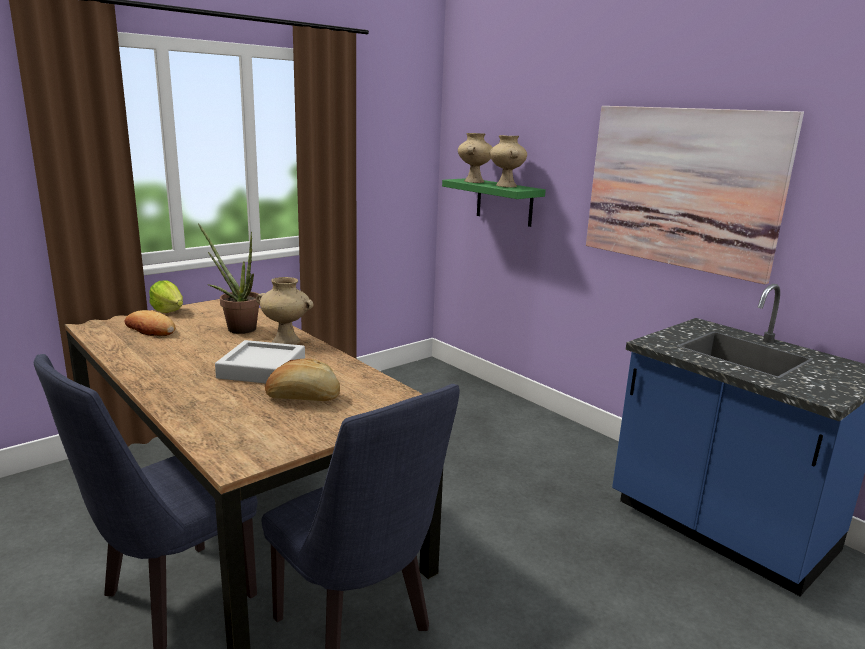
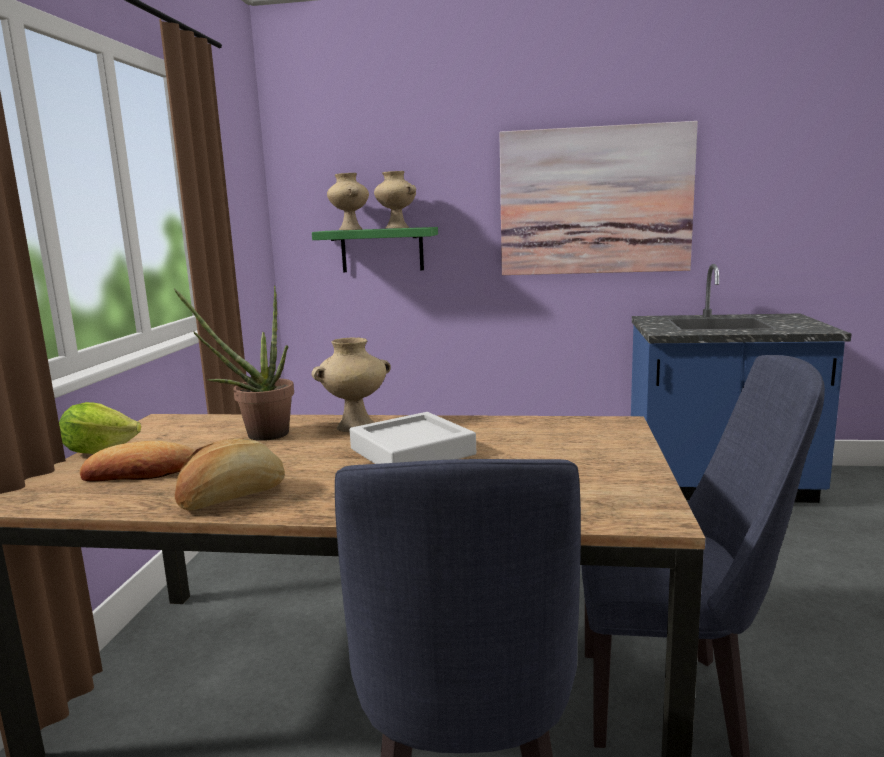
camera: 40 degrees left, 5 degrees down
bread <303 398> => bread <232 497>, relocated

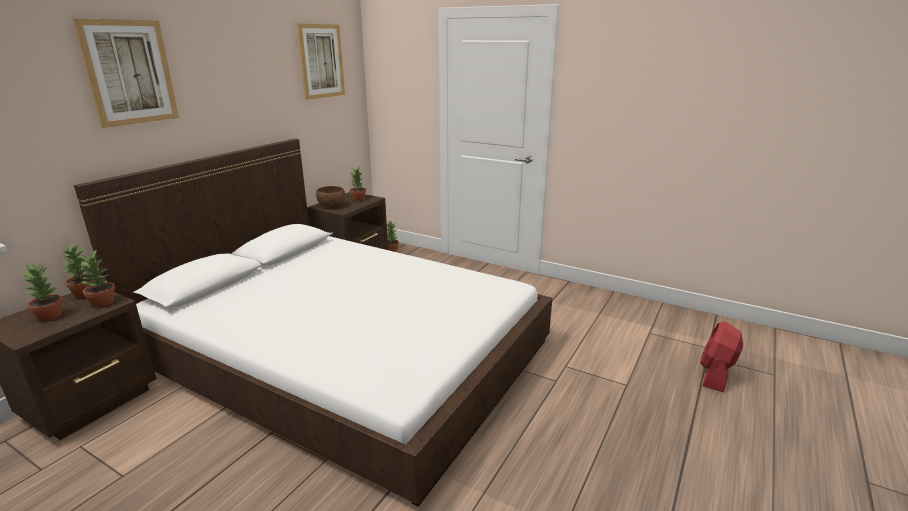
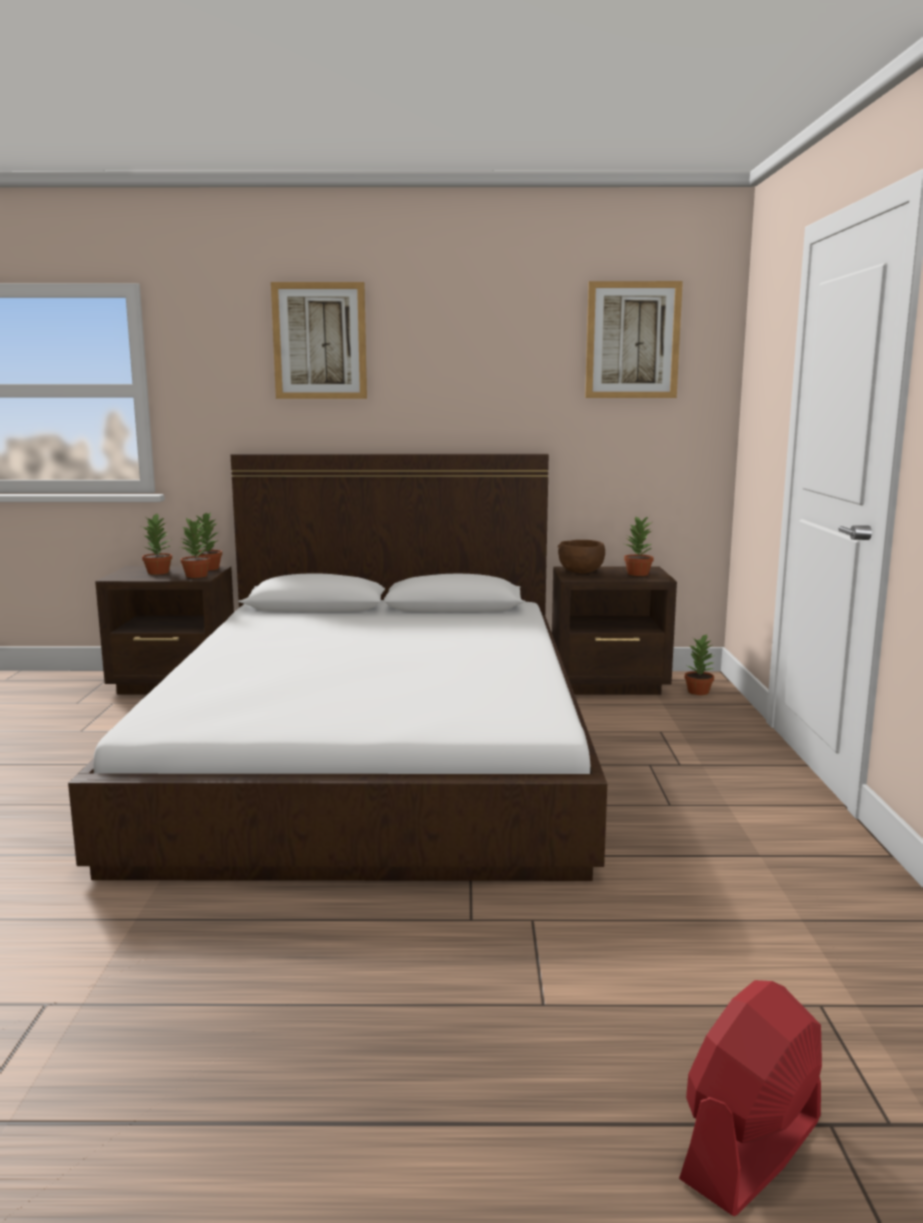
camera: 60 degrees right, 10 degrees down
fan (red) <715 375> => fan (red) <751 1149>, 45 degrees counterclockwise

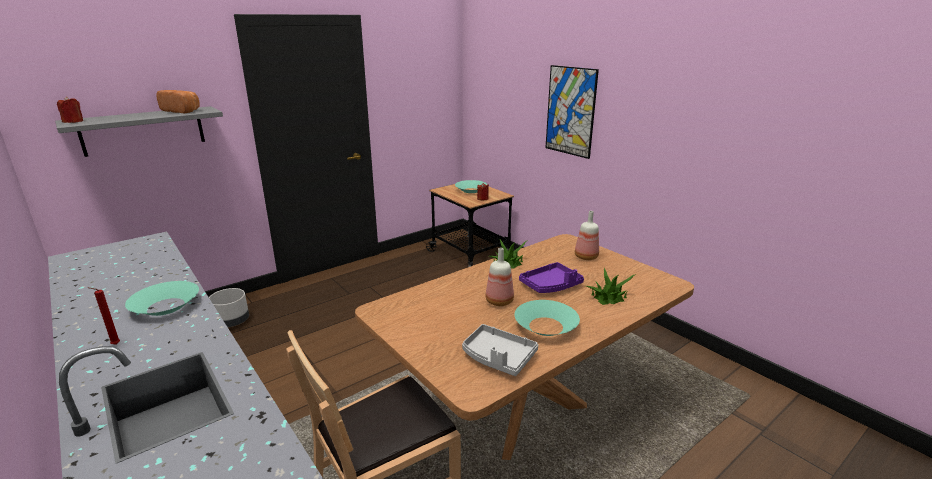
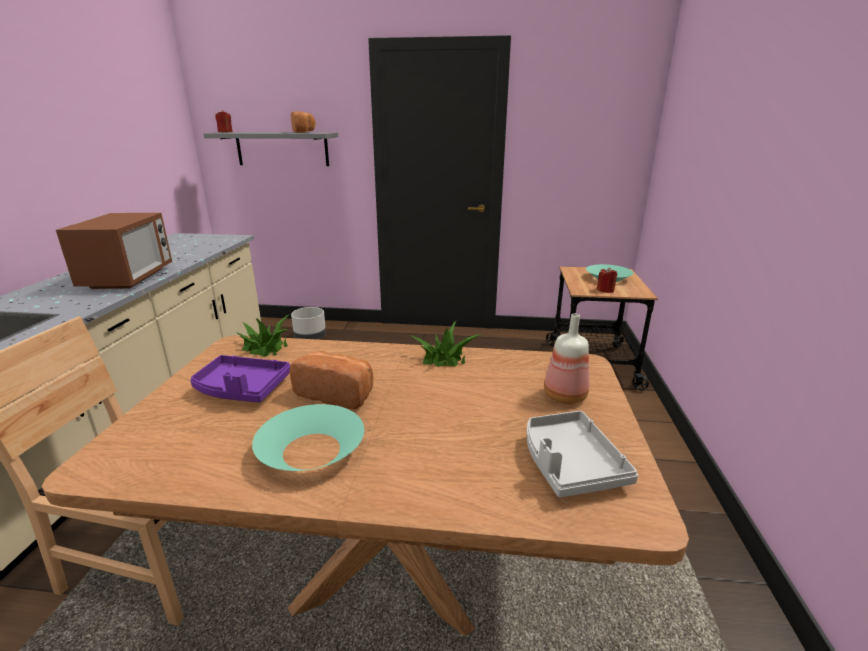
camera: 45 degrees right, 0 degrees up
bowl (turquoise) <165 306> => microwave <129 278>
tray (purple) <551 285> => tray (purple) <242 389>, relocated
potted plant <609 297> => potted plant <265 347>, relocated
bottle <500 301> => bread <337 393>
tray (grey) <498 357> => tray (grey) <569 464>, relocated
candle (red) <114 345> => nothing
picture <570 111> => nothing

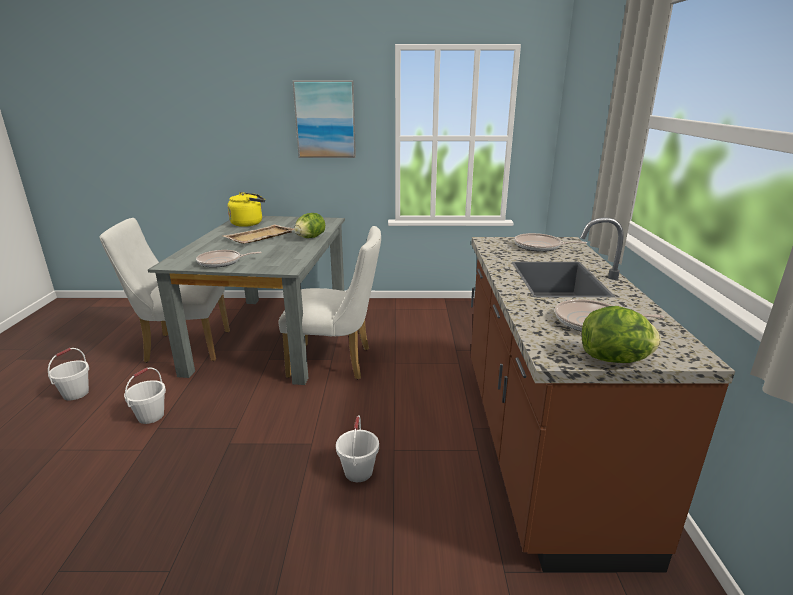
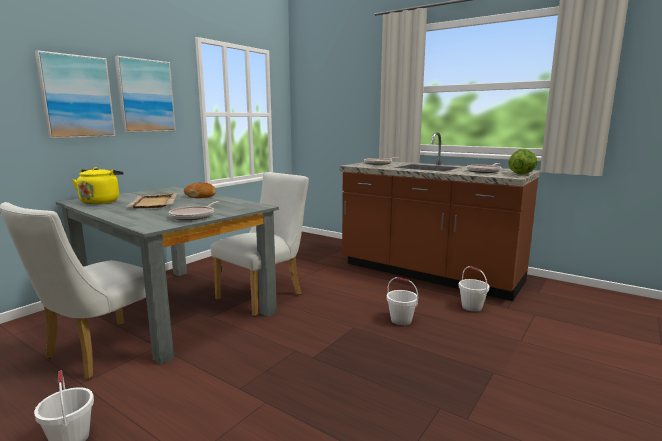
camera: 55 degrees left, 10 degrees down
nothing => picture <77 97>
lettuce <310 237> => bread <200 196>
bucket (white) <151 416> => bucket (white) <471 307>, relocated

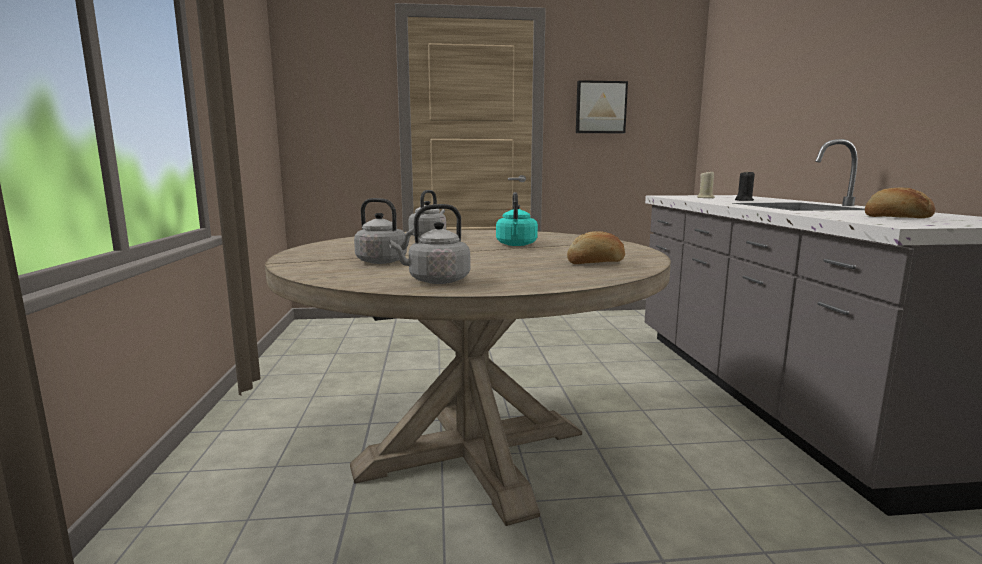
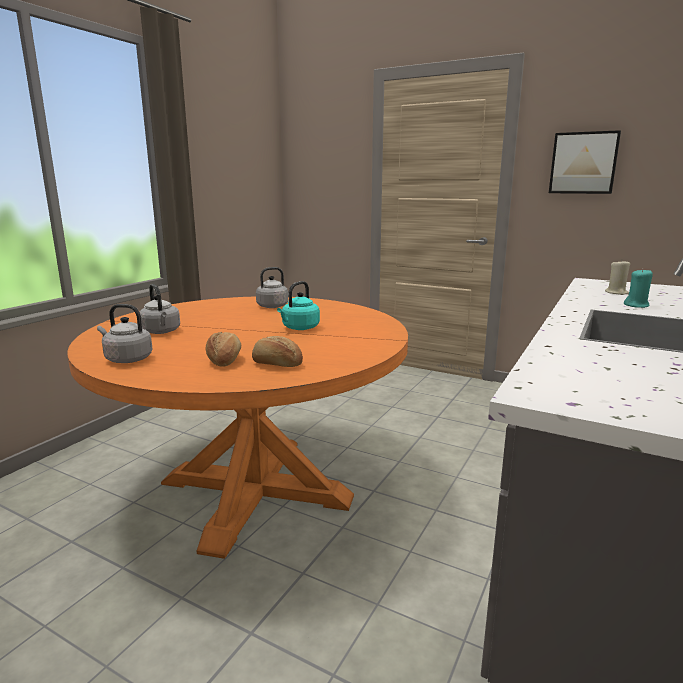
camera: 35 degrees right, 5 degrees up
dining table (beige) <472 449> => dining table (orange) <255 490>
bread <896 218> => bread <224 360>, relocated
candle (black) <744 200> => candle (turquoise) <636 305>

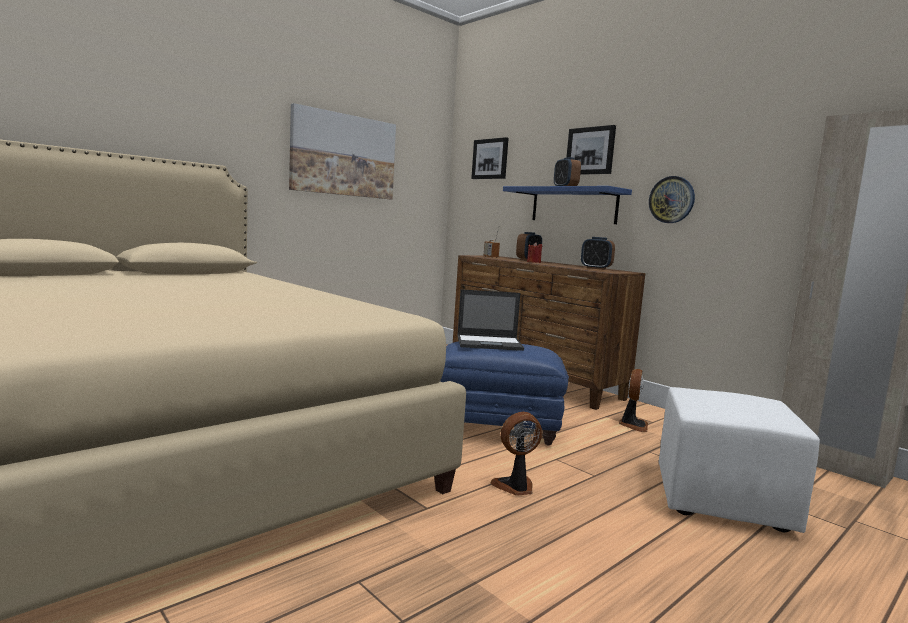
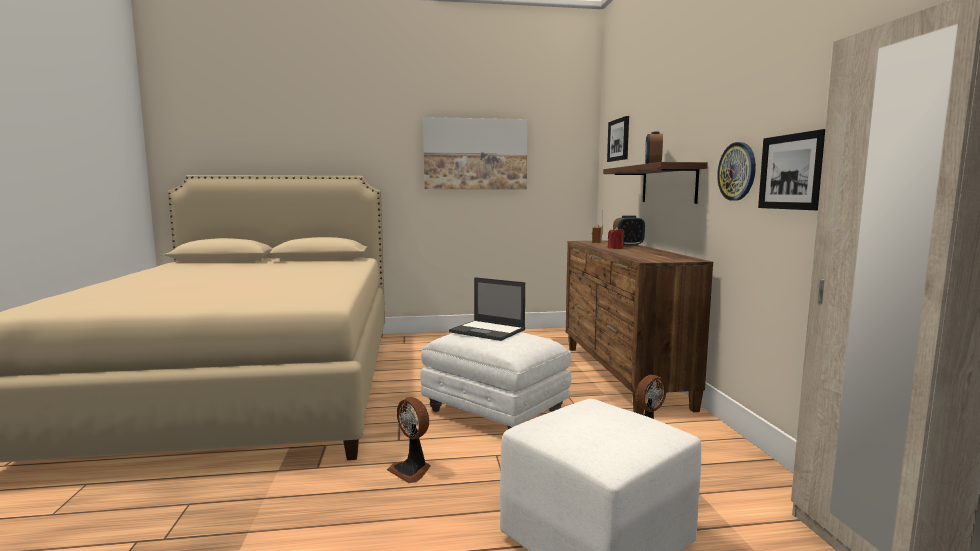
camera: 35 degrees right, 0 degrees up
fan <515 487> => fan <412 470>, 150 degrees counterclockwise
ottoman (blue) <496 427> => ottoman (white) <496 414>
shelf (blue) <573 205> => shelf (brown) <668 184>
picture <590 151> => picture <793 172>, relocated
alarm clock <596 268> => nothing

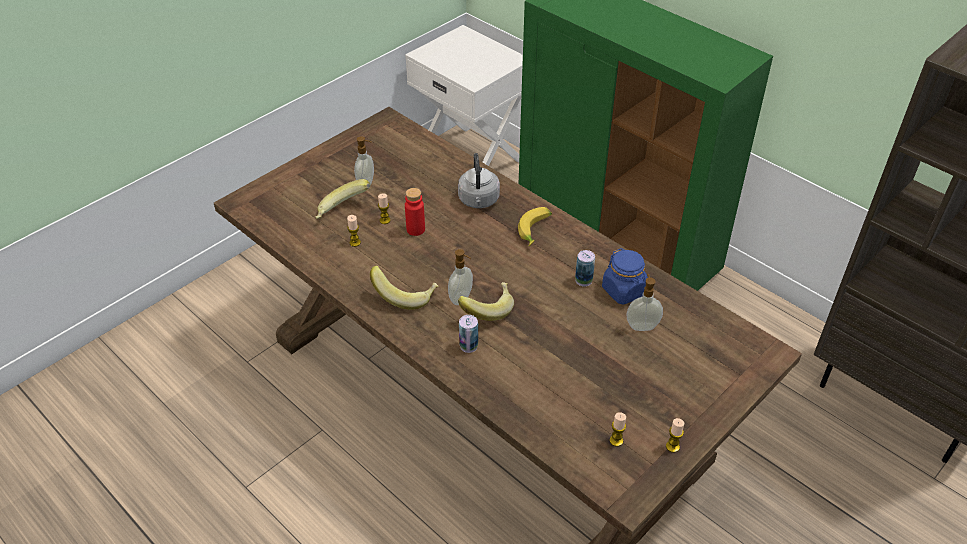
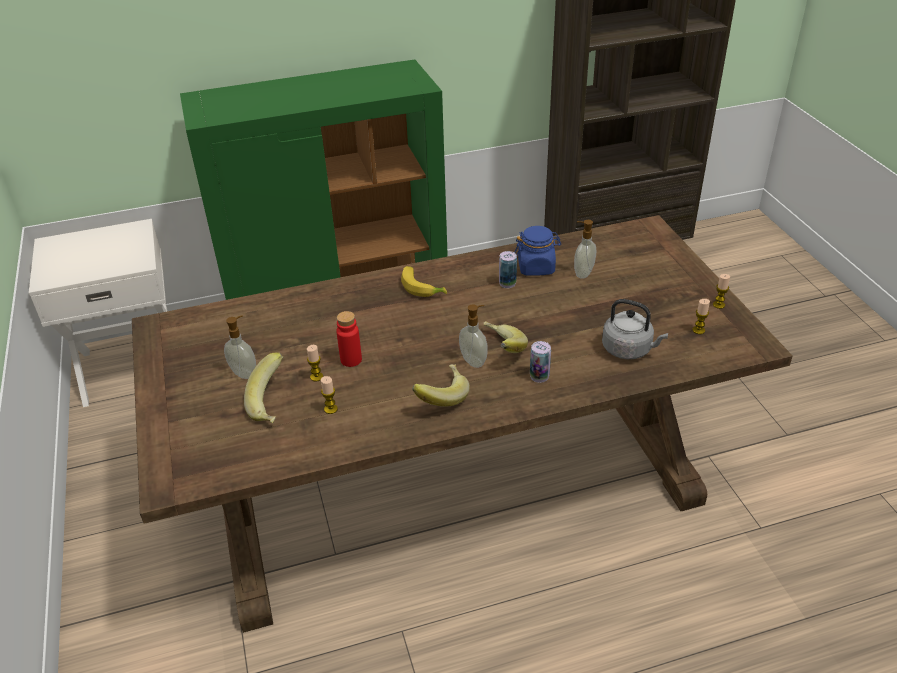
camera: 60 degrees left, 5 degrees down
kettle (grey) <479 201> => kettle (grey) <629 349>, relocated

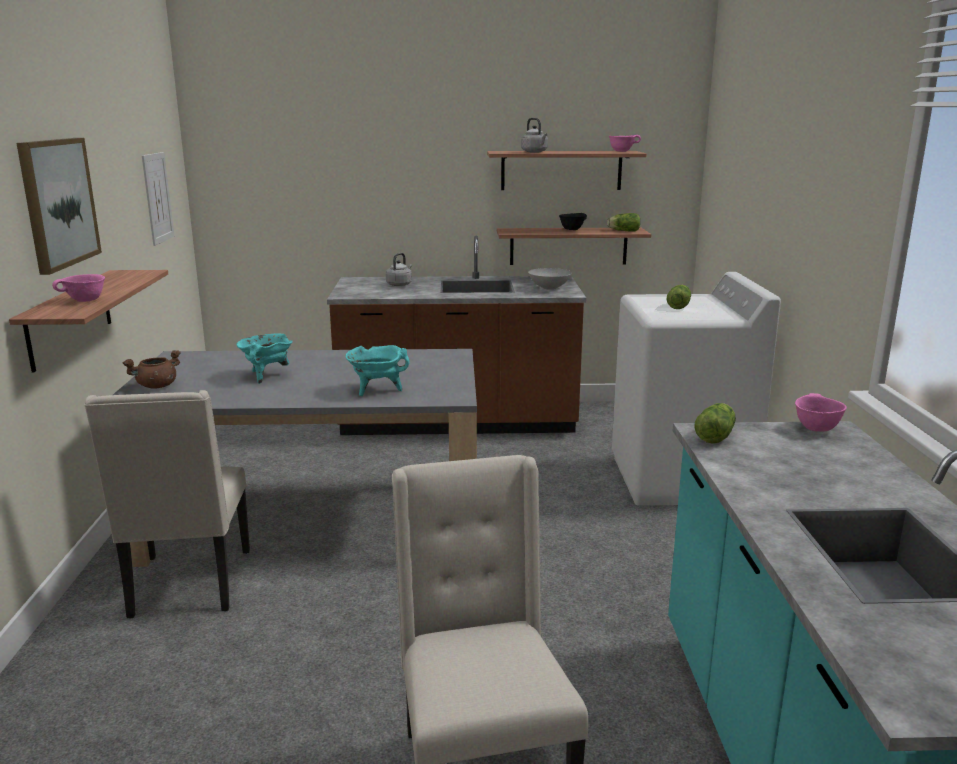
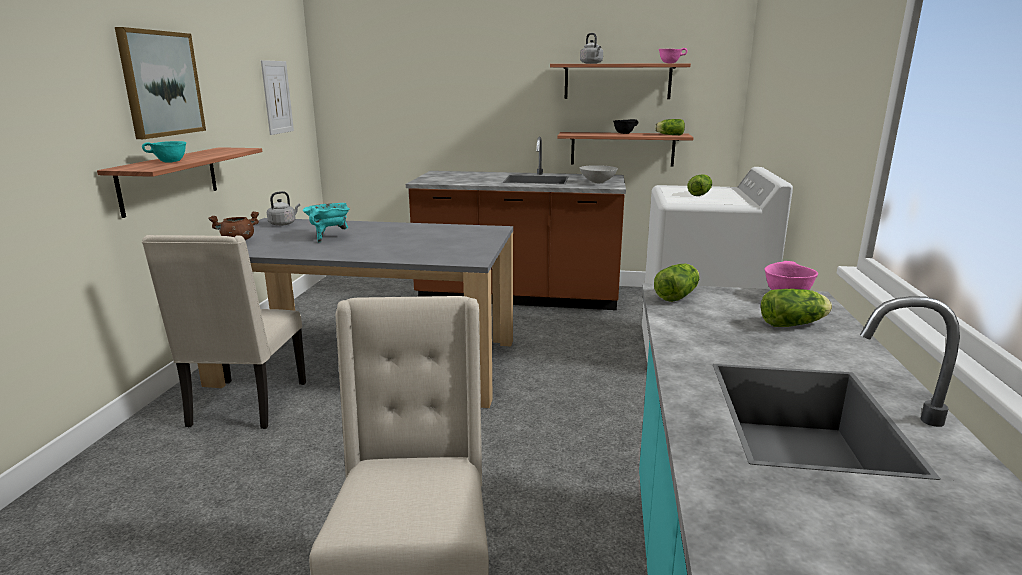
camera: 10 degrees right, 0 degrees up
bowl (pink) <85 301> => bowl (turquoise) <169 162>
kettle (grey) <400 284> => kettle (grey) <283 224>, relocated
nothing => lettuce <795 324>
cooking pot (turquoise) <377 390> => nothing

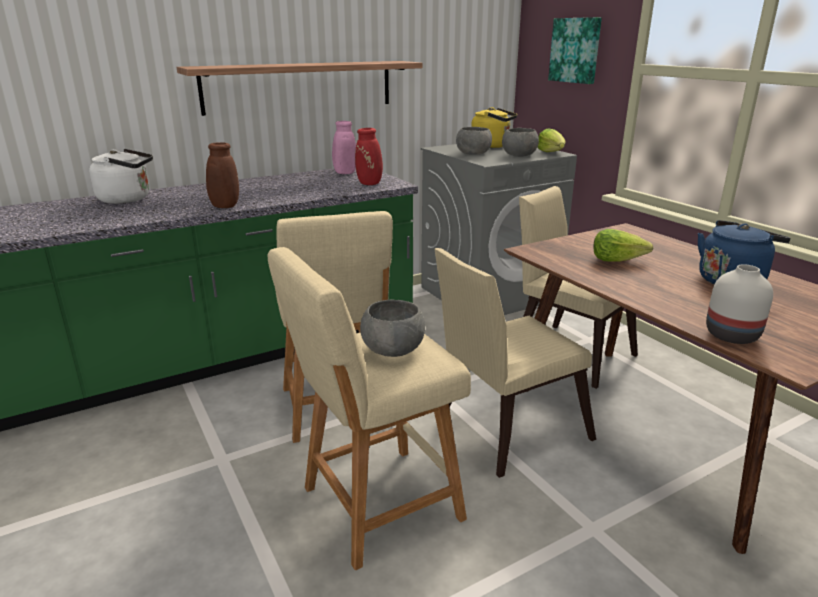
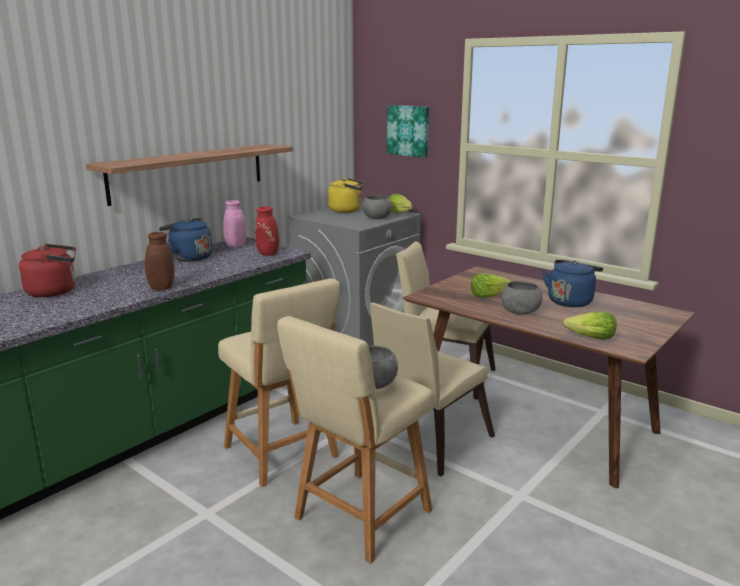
camera: 20 degrees left, 5 degrees down
kettle (white) <128 199> => kettle (red) <55 291>
nothing => kettle (blue) <189 258>
bowl (grey) <473 154> => bowl (grey) <520 312>, relocated
vase (white) <732 336> => lettuce <590 338>

